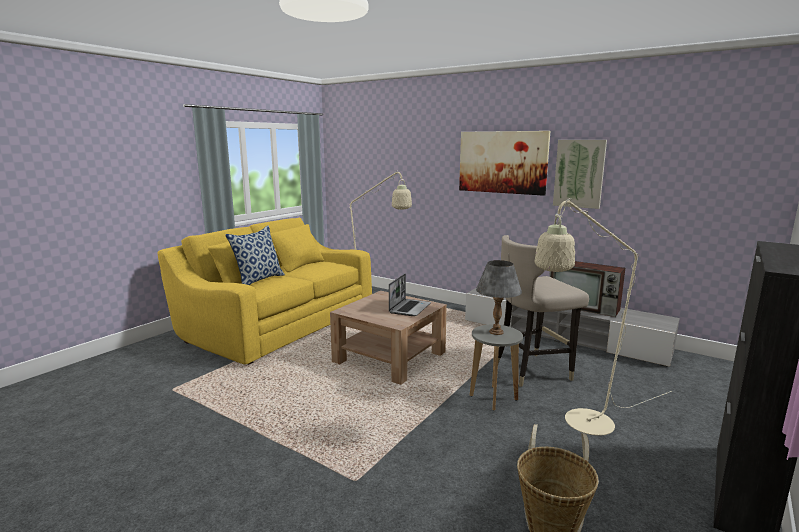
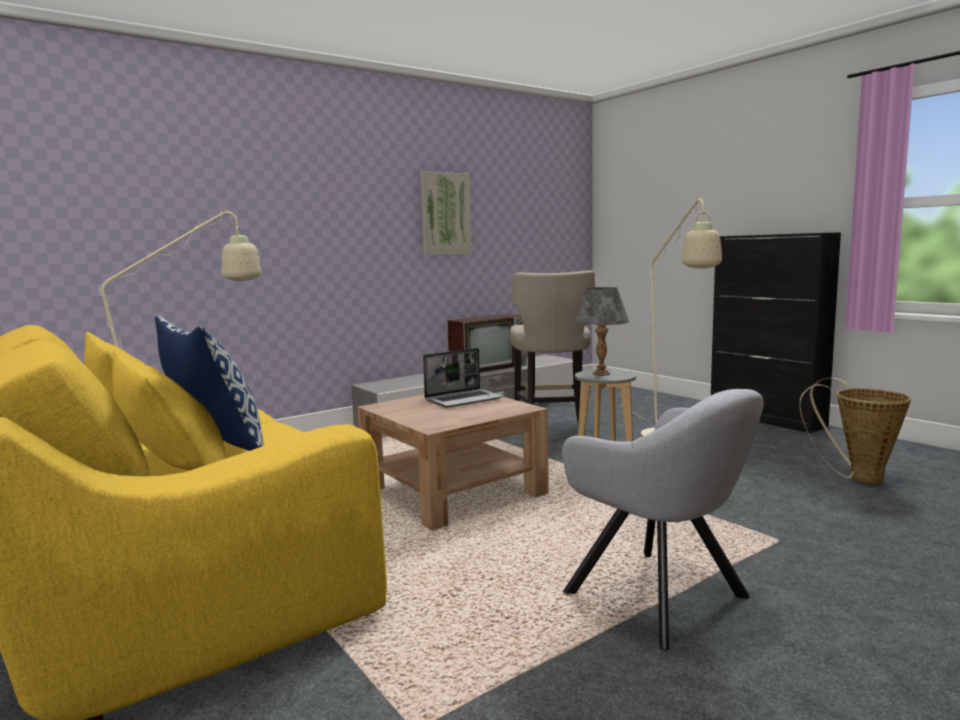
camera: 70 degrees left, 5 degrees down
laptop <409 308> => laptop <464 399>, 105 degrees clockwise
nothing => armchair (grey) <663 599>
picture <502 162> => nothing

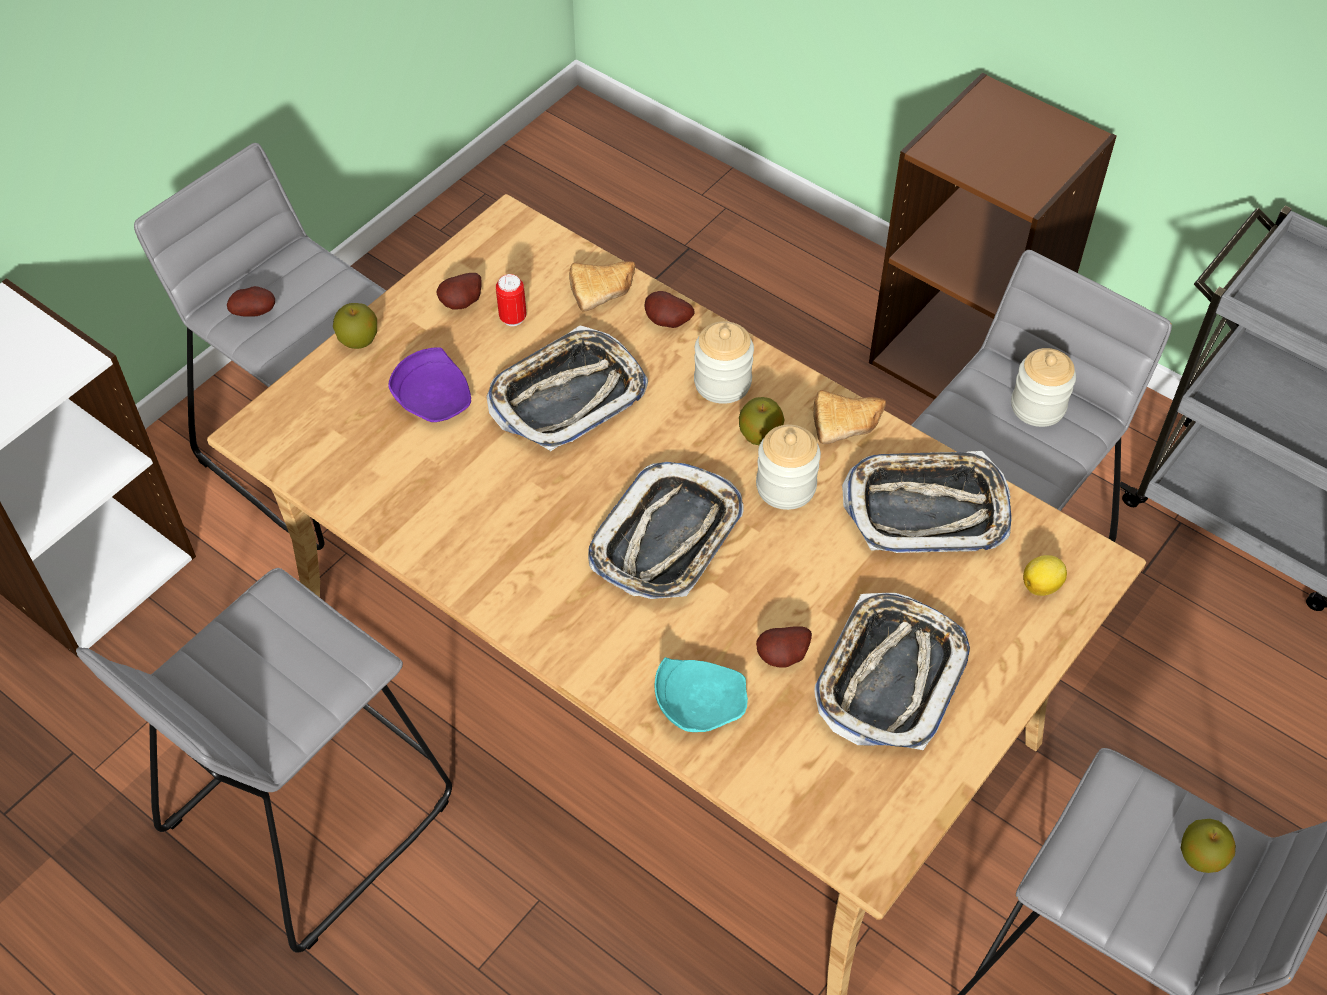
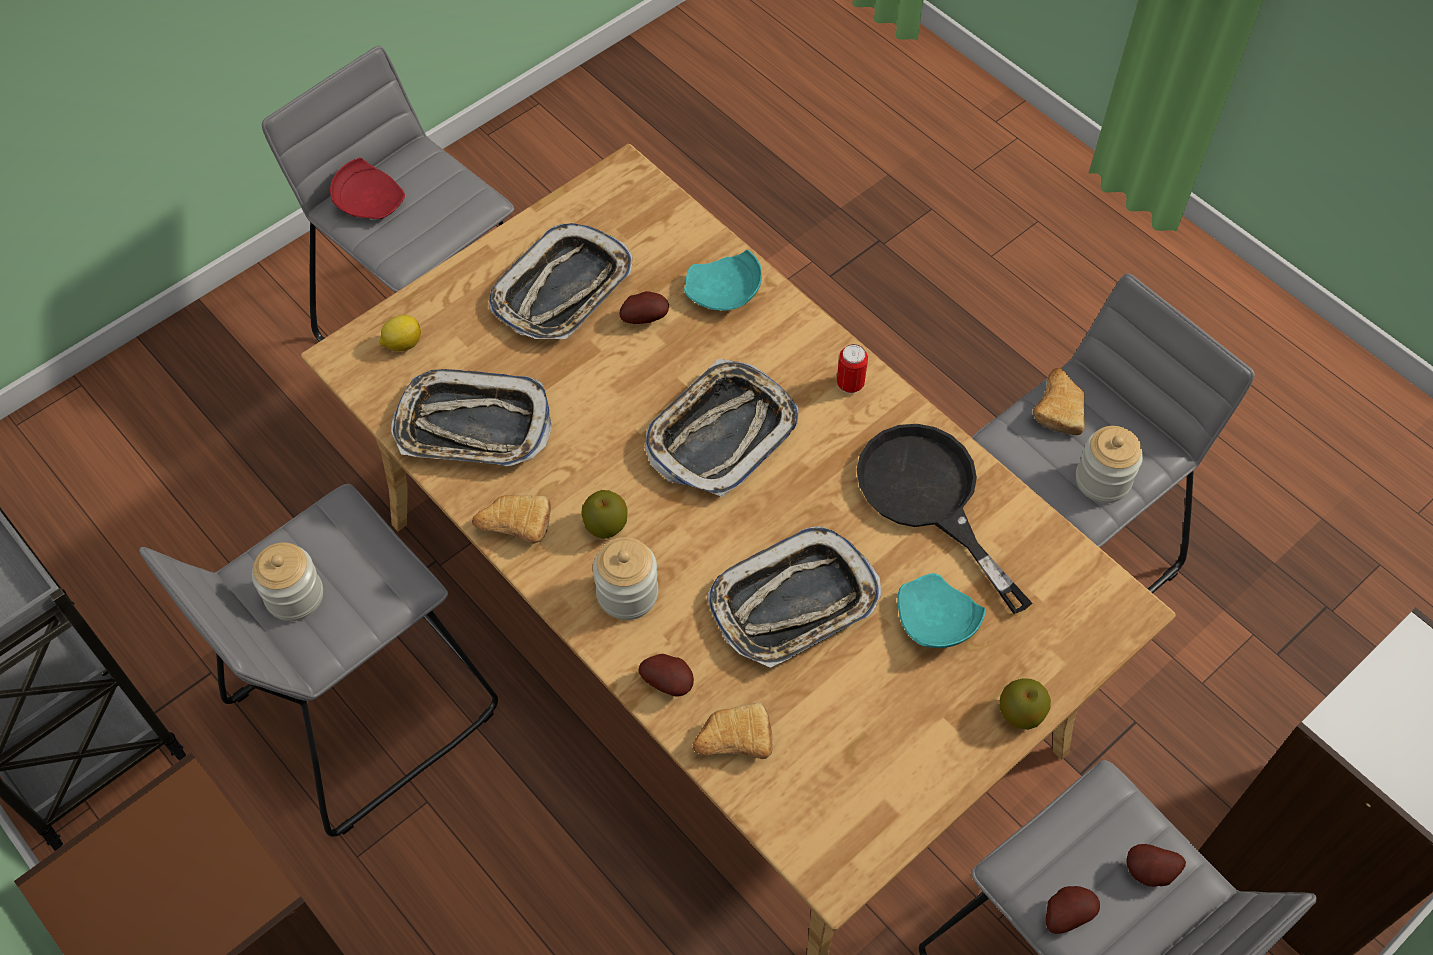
camera: 170 degrees left, 5 degrees up
apple <1200 857> => plate (red) <370 201>
can <513 318> => can <850 384>, relocated
nothing => frying pan (black) <929 498>
plate (purple) <435 398> => plate (turquoise) <935 622>
nothing => bread <1059 407>
potato <463 304> => potato <1065 913>, relocated
jar <786 486> => jar <1102 480>, relocated

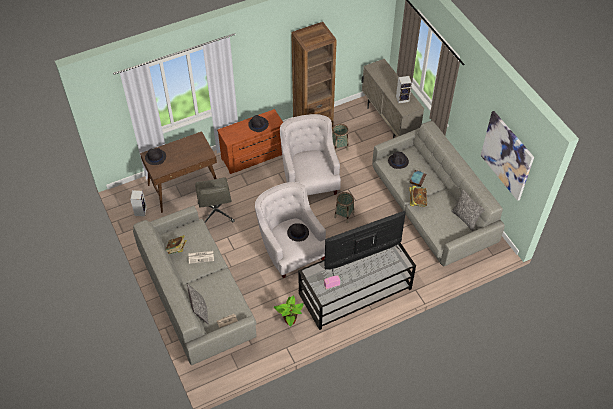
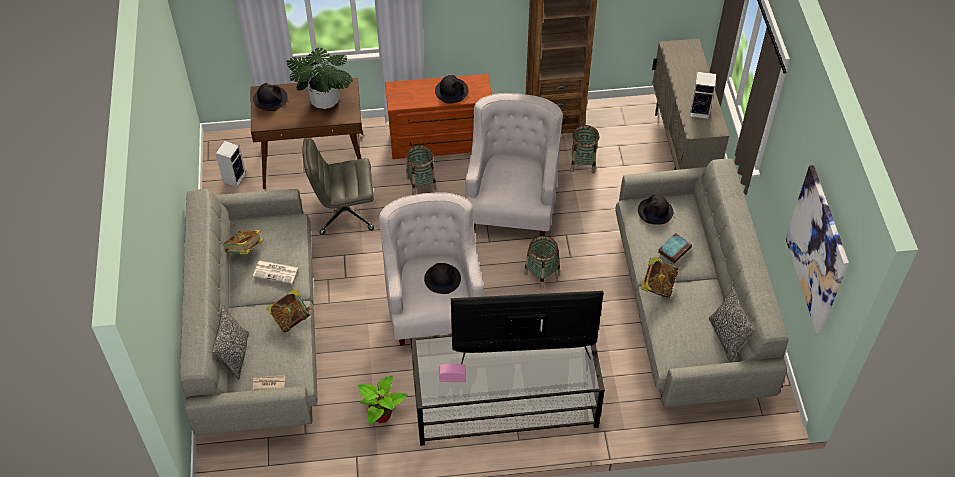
camera: 20 degrees right, 0 degrees up
nothing => book <291 318>
nothing => potted plant <324 100>
office chair (grey) <216 212> => office chair (grey) <344 212>, 75 degrees clockwise
nothing => basket <421 183>

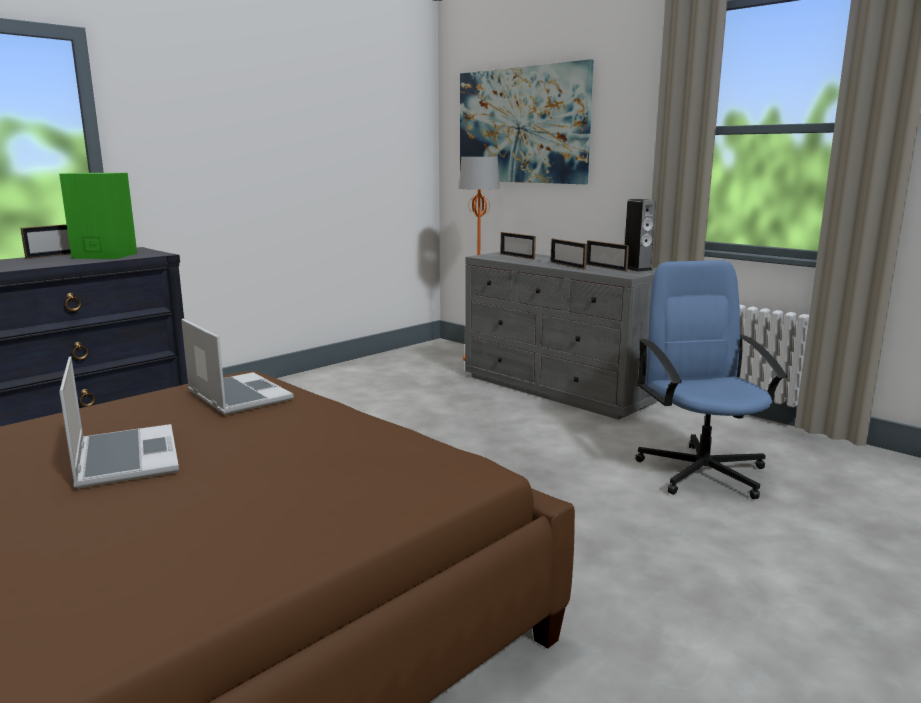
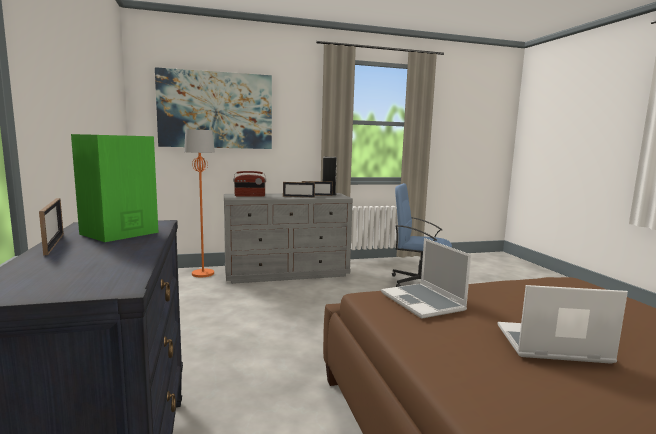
camera: 60 degrees left, 5 degrees down
picture frame <517 256> => radio <250 196>
laptop <237 396> => laptop <423 302>, 105 degrees counterclockwise

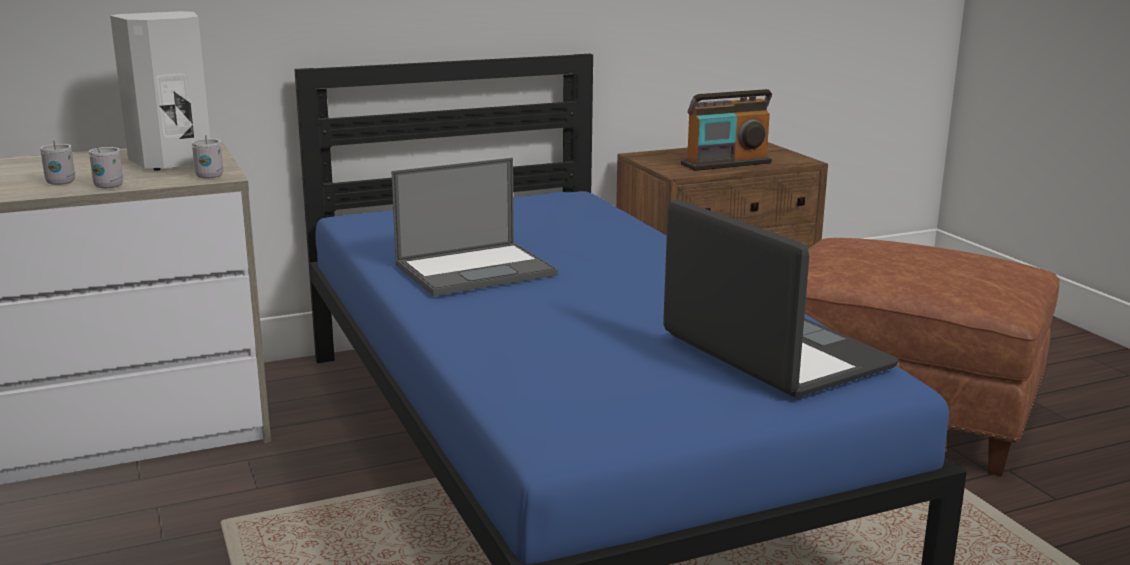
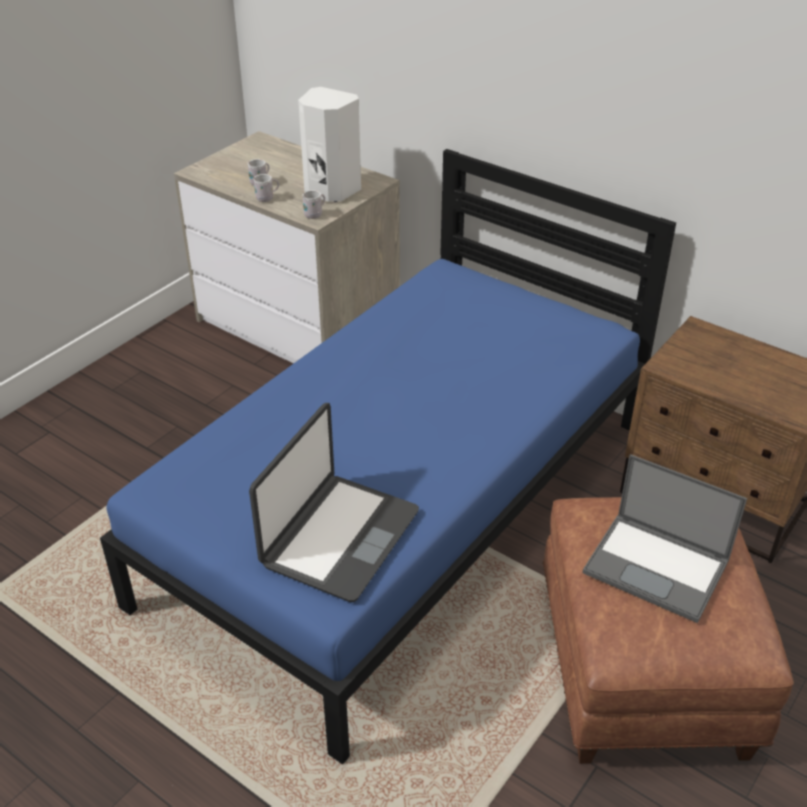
camera: 60 degrees right, 20 degrees up
laptop <477 269> => laptop <658 567>, relocated
radio <726 164> => nothing

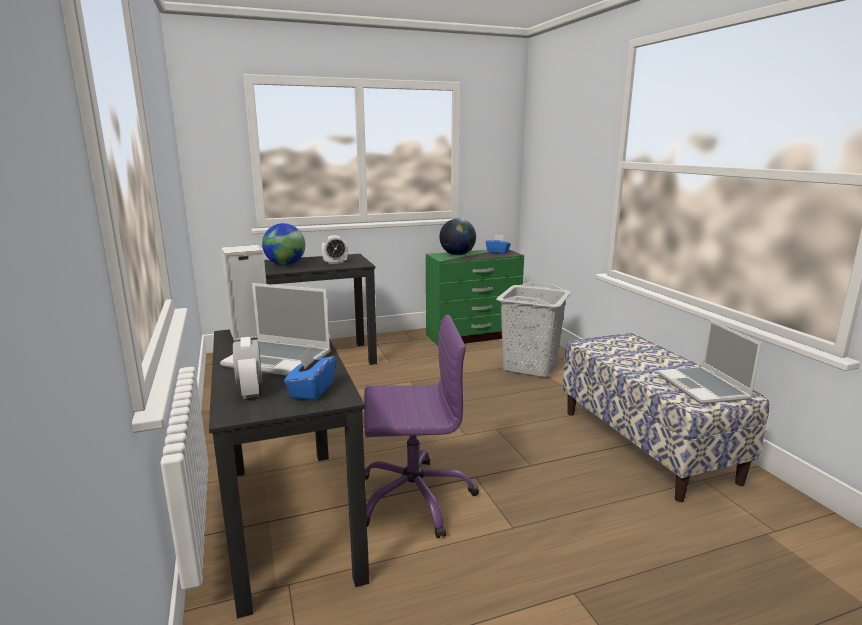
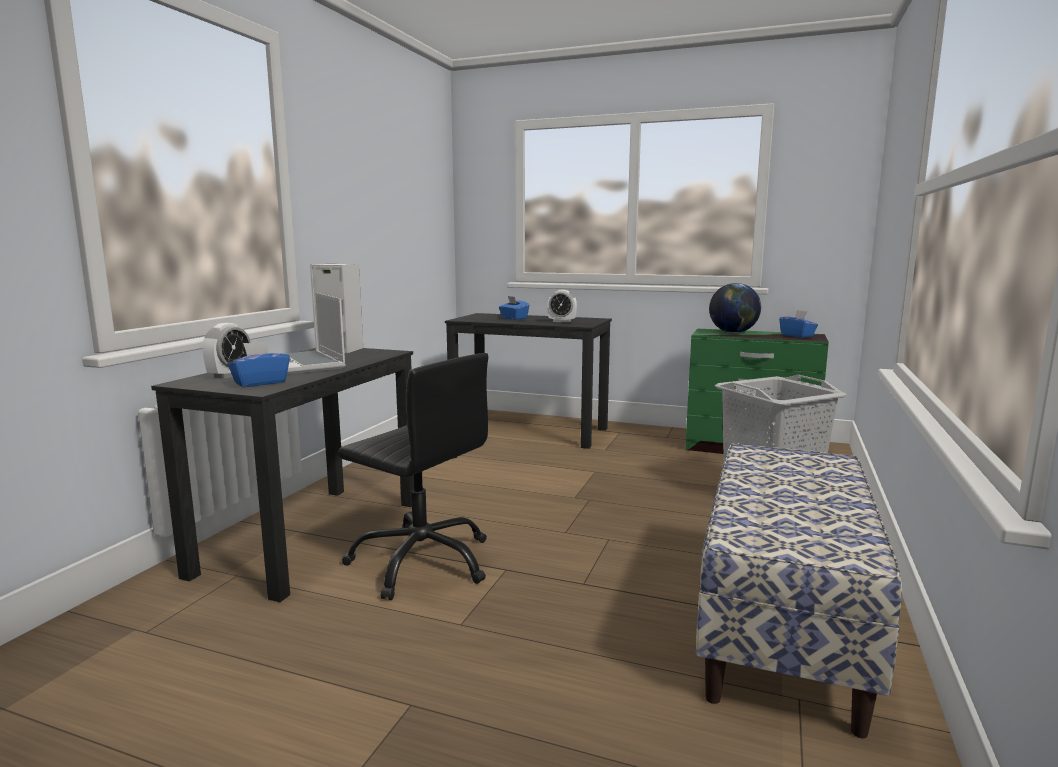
camera: 40 degrees right, 5 degrees down
office chair (purple) <414 497> => office chair (black) <422 561>
globe <285 264> => tissue box (blue) <513 318>
laptop <704 387> => nothing

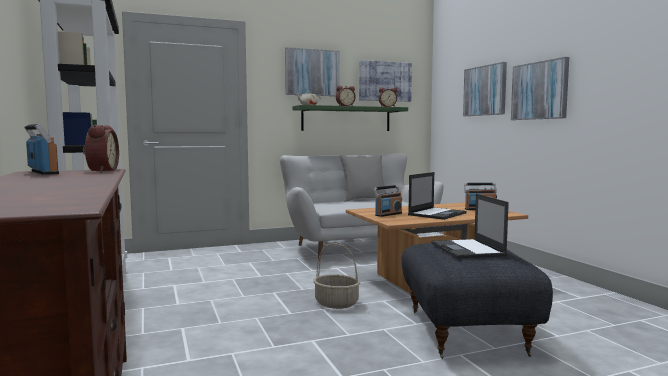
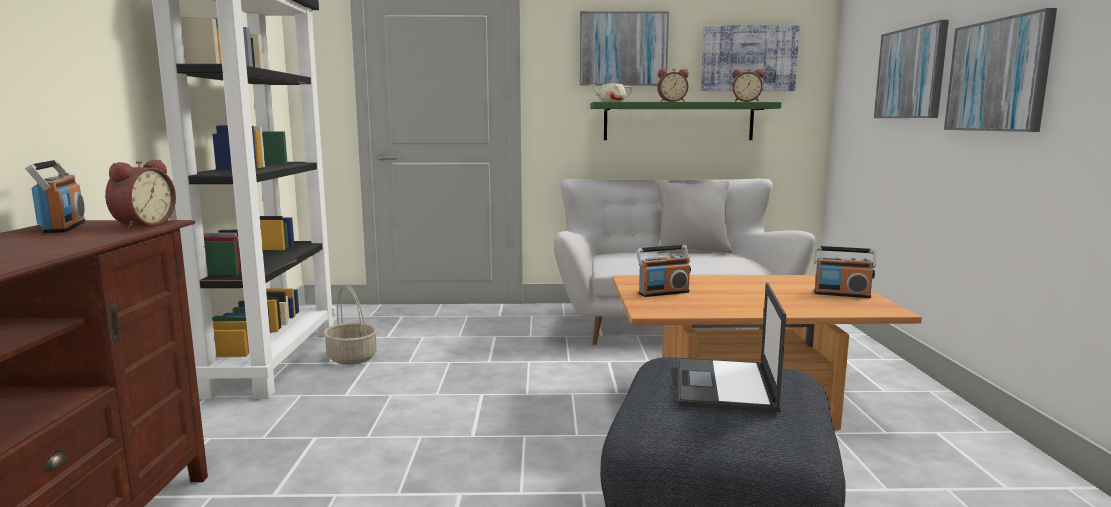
camera: 20 degrees right, 5 degrees up
basket <337 303> => basket <352 358>, relocated
laptop <437 214> => nothing

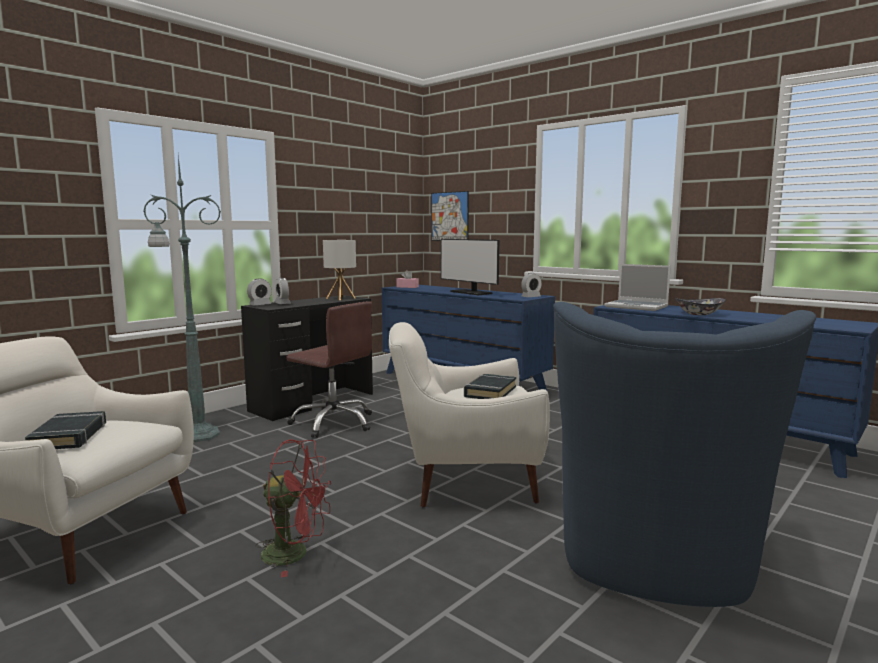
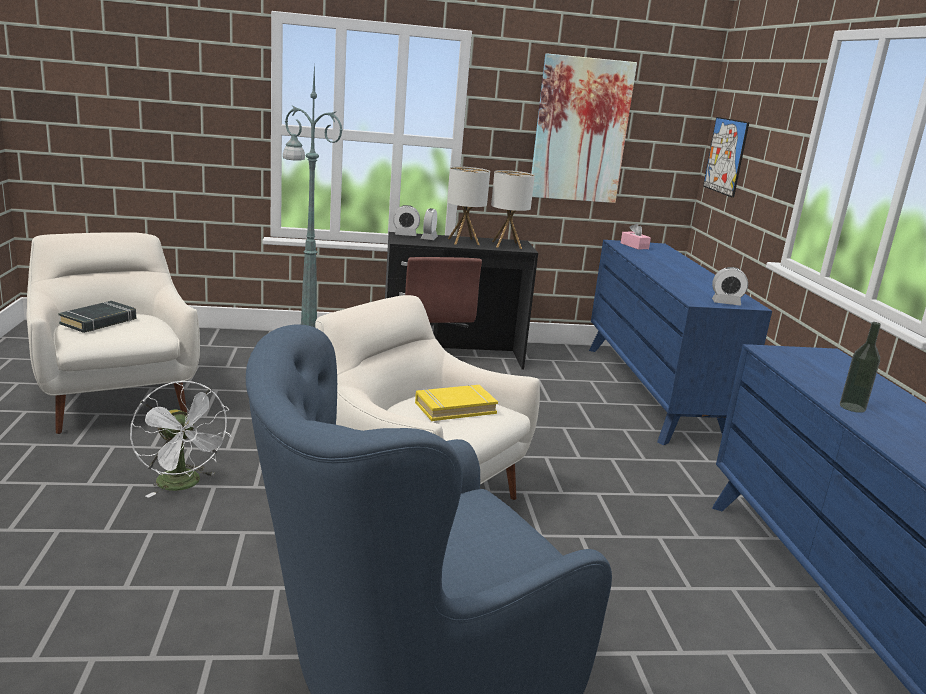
camera: 40 degrees right, 10 degrees up
fan (red) <295 554> => fan (white) <184 485>
book (black) <490 392> => book (yellow) <455 408>
nothing => table lamp <463 241>
nothing => picture <580 130>
bowl <699 314> => bottle <852 407>
monitor <471 293> => nothing
laptop <637 307> => nothing

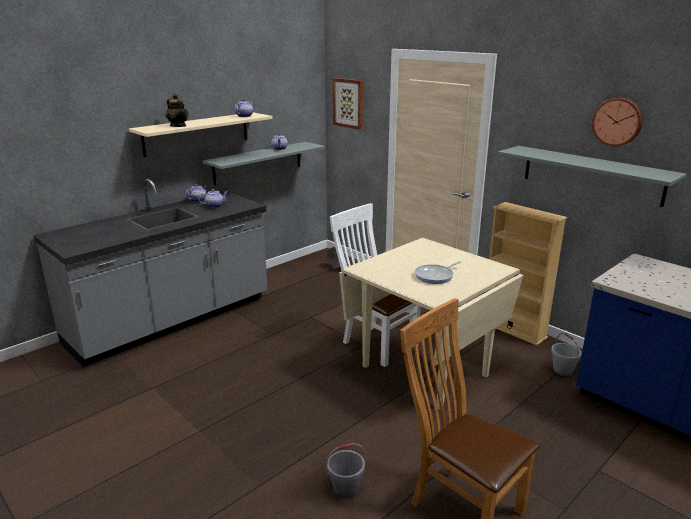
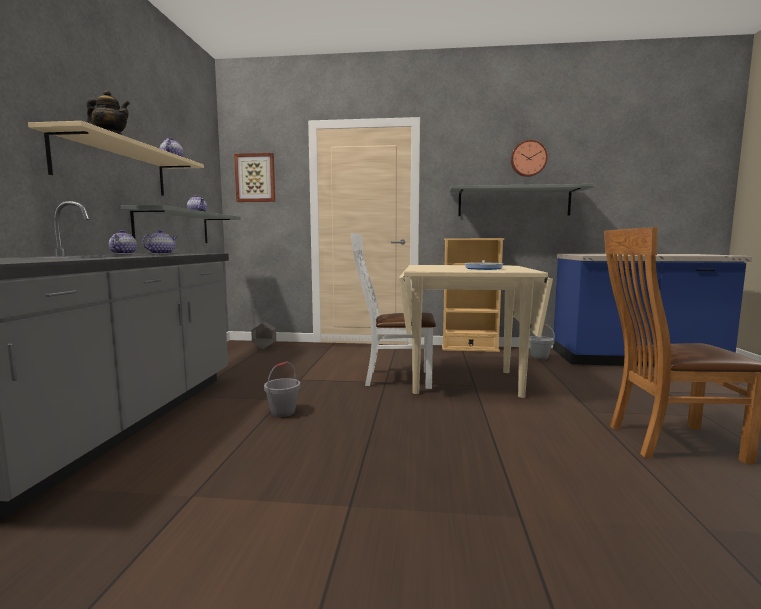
camera: 40 degrees left, 15 degrees down
bucket (grey) <346 487> => bucket (grey) <283 412>, relocated

